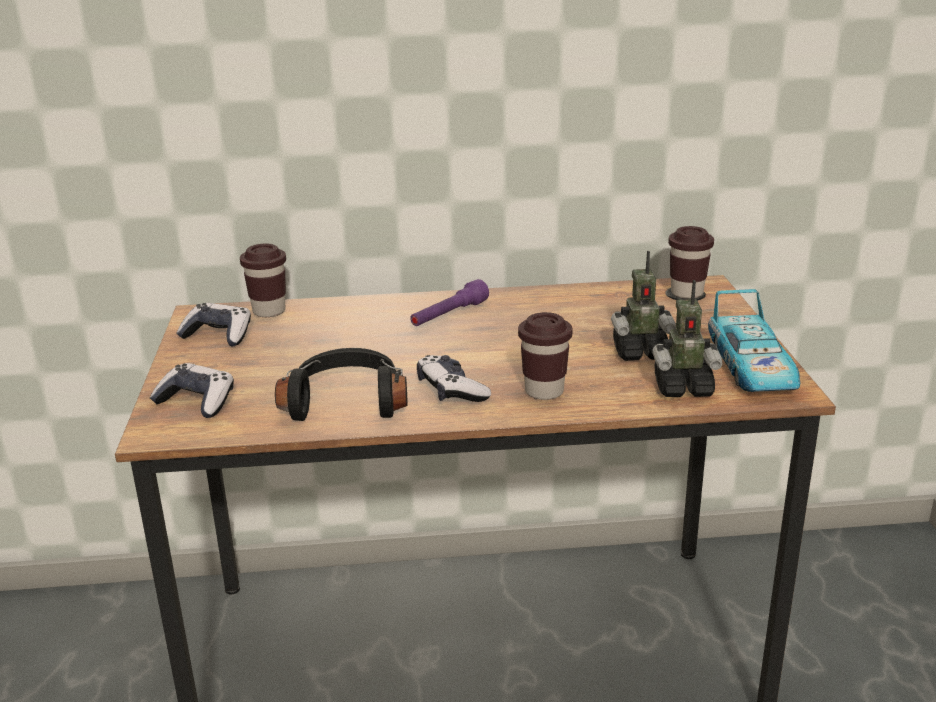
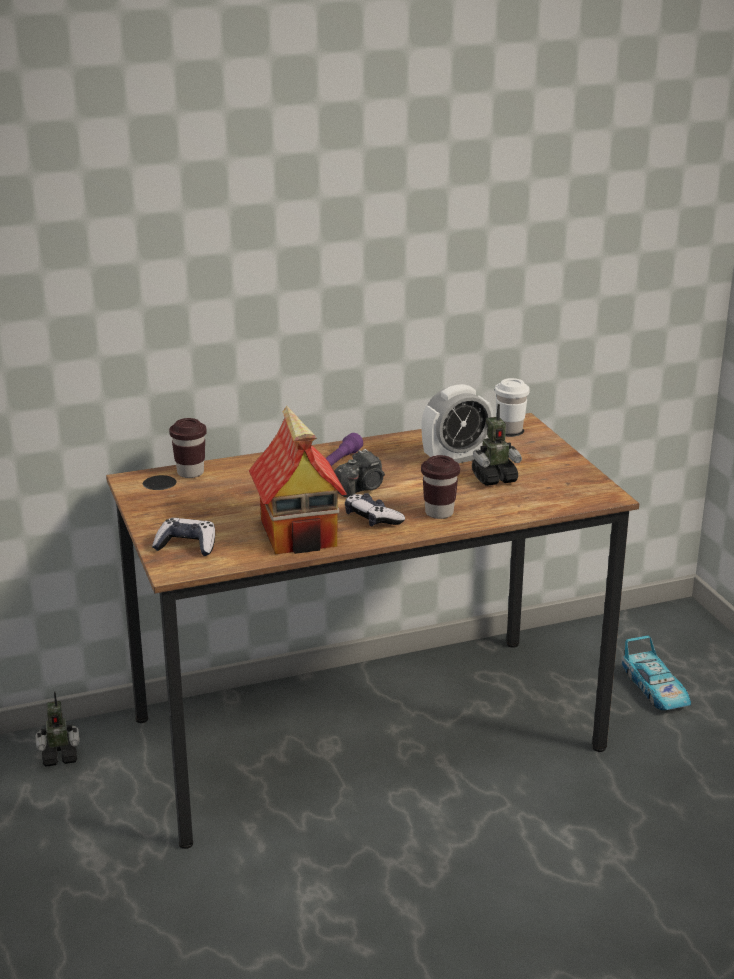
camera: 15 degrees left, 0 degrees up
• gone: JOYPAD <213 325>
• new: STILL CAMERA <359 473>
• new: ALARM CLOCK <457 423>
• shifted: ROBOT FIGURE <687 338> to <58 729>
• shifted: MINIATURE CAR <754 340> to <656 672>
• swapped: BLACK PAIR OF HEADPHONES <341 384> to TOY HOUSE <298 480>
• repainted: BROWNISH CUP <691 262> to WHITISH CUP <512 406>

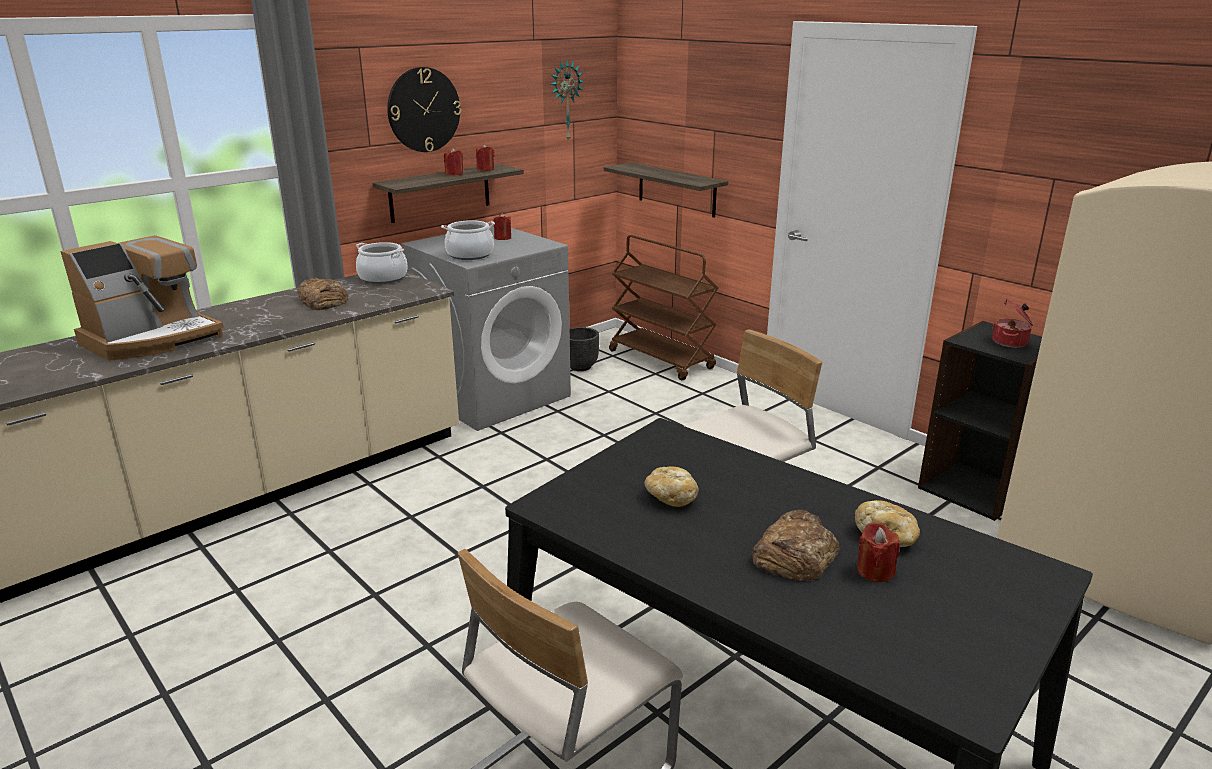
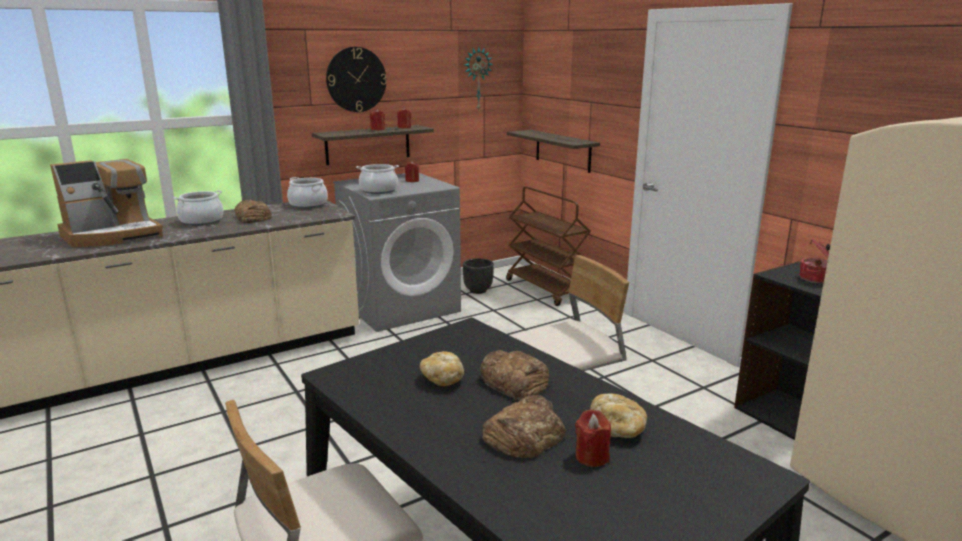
camera: 10 degrees right, 5 degrees down
• new: COOKING POT <198 208>
• new: BREAD <514 375>

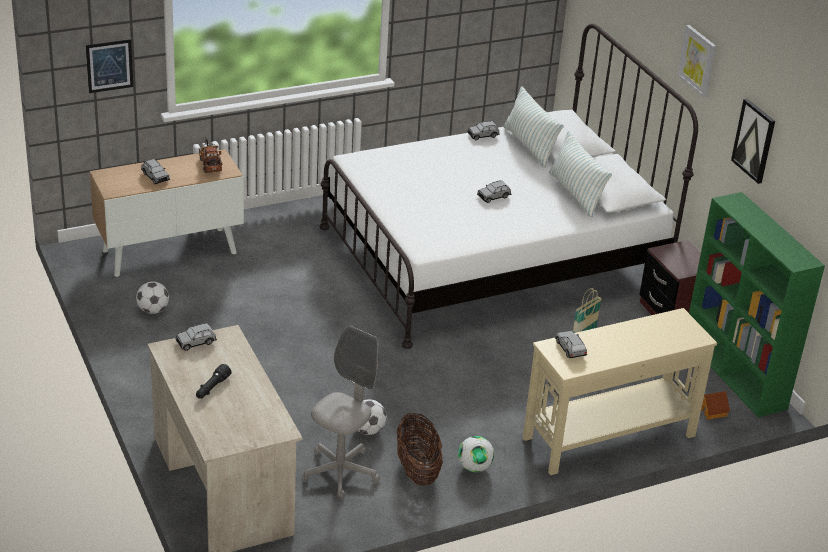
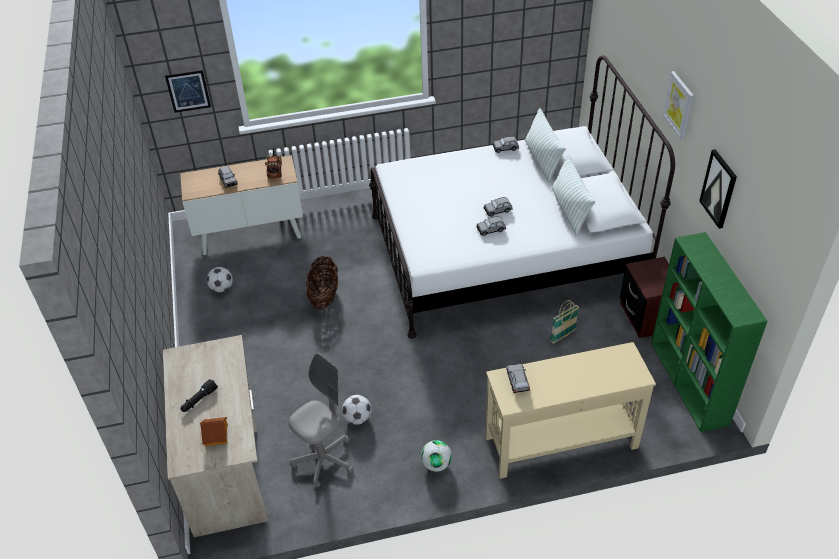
camera: 15 degrees right, 10 degrees up
• shifted: GREY MINIATURE CAR <196 337> to <491 226>
• shifted: HOUSEHOLD BASKET <420 448> to <322 282>
• shifted: TOY HOUSE <715 405> to <214 431>

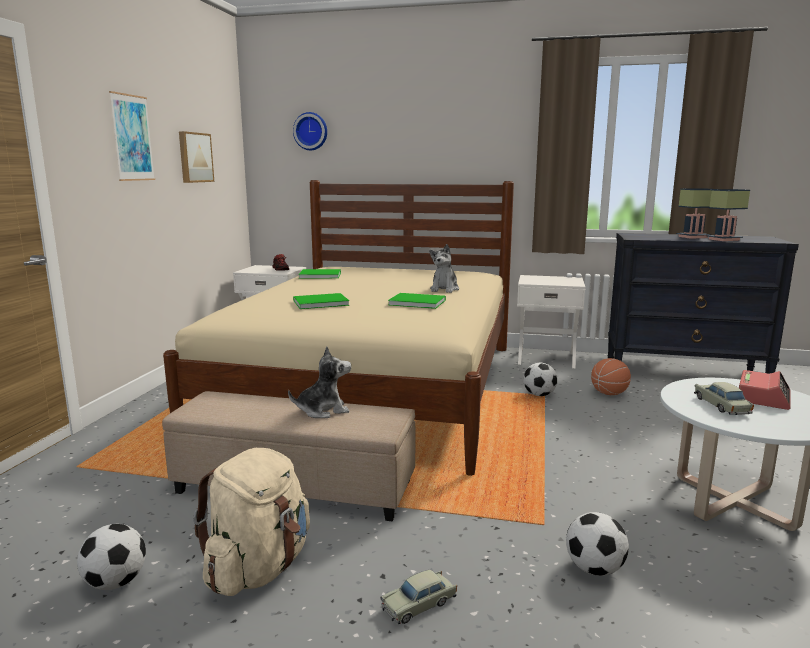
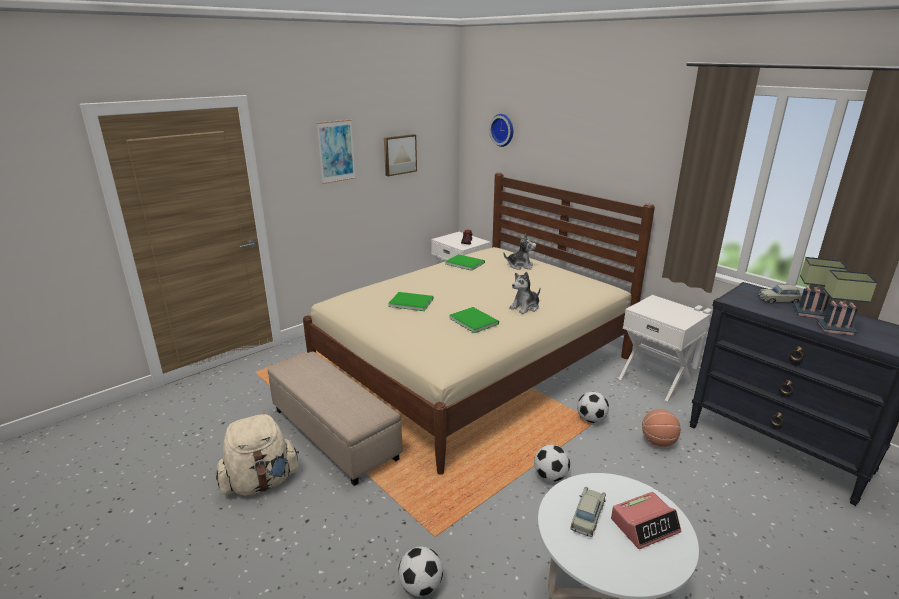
camera: 35 degrees right, 10 degrees up
• shifted: BALL FOR FOOTBALL <111 557> to <552 463>
• shifted: CUDDLY TOY <319 382> to <519 252>
• shifted: BEIGE-COLOURED MINIATURE CAR <418 597> to <780 294>

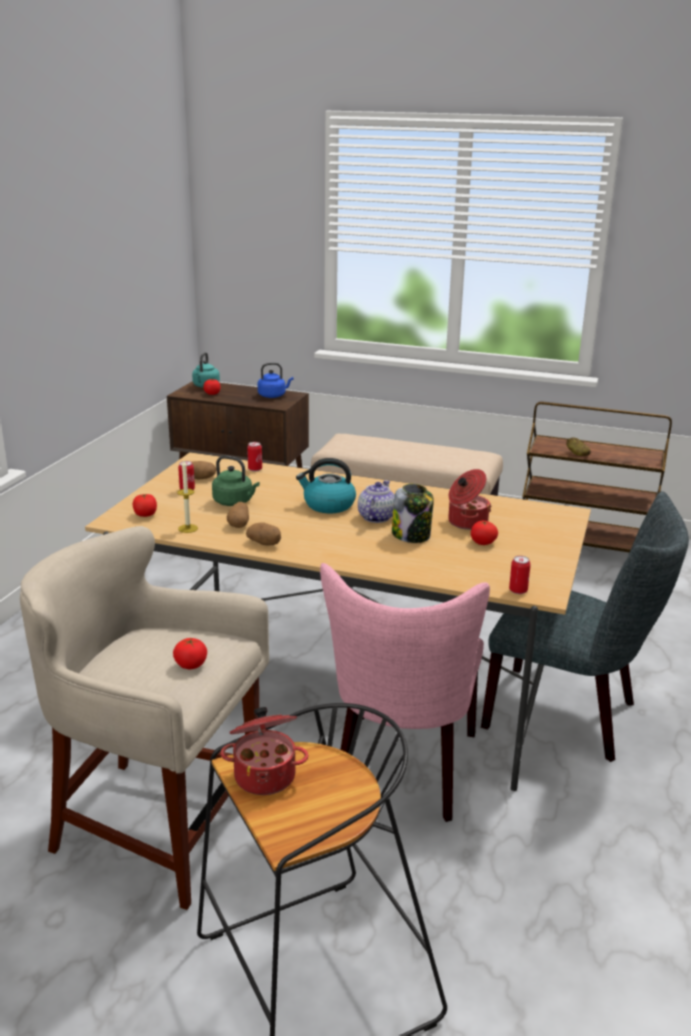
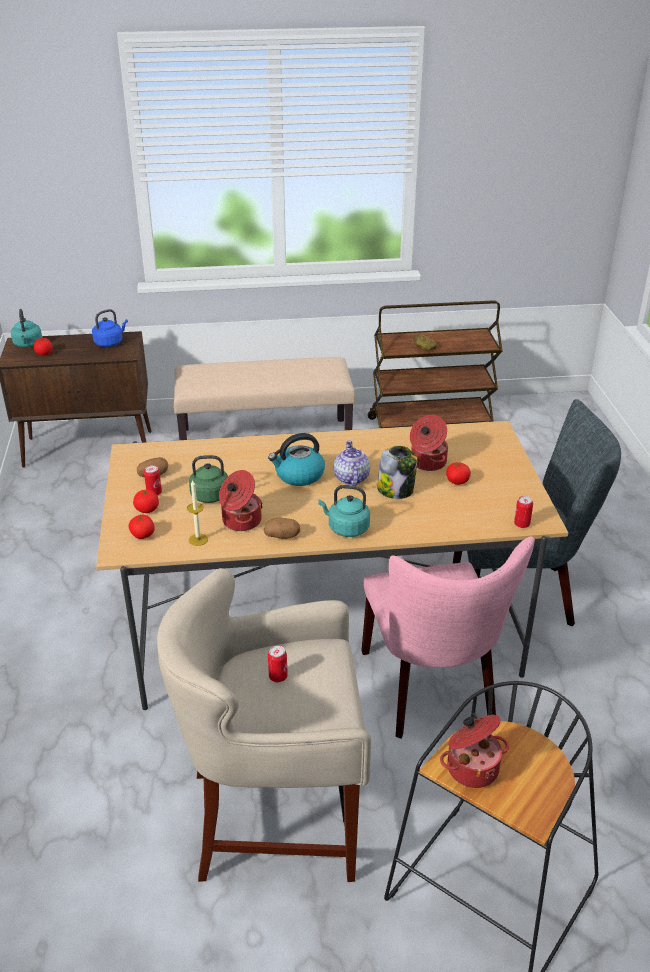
camera: 25 degrees left, 10 degrees up
• new: TURQUOISE TEA KETTLE <344 511>
• shifted: WHOLE TOMATO <190 653> to <146 501>
• shifted: SEALED CAN <254 456> to <278 663>
• swapped: POTATO <238 515> to COOKING POT <241 500>

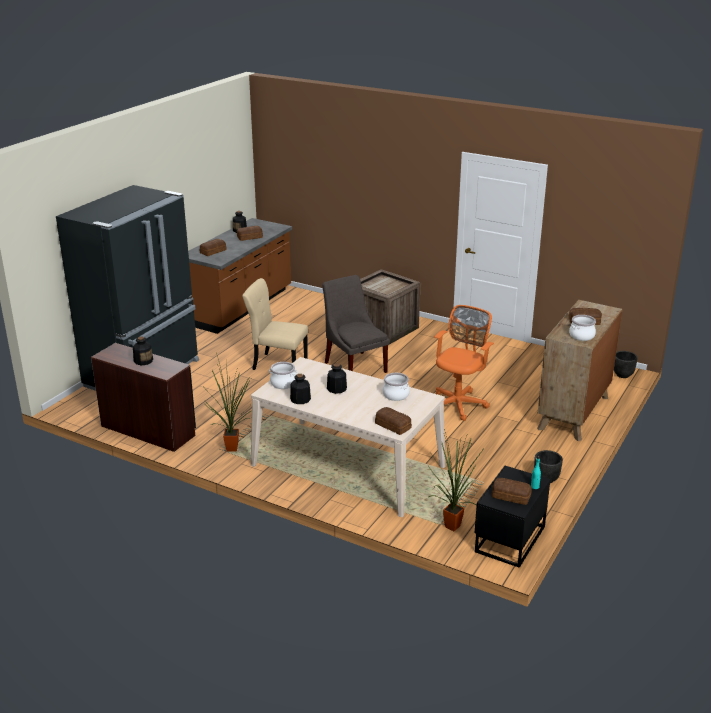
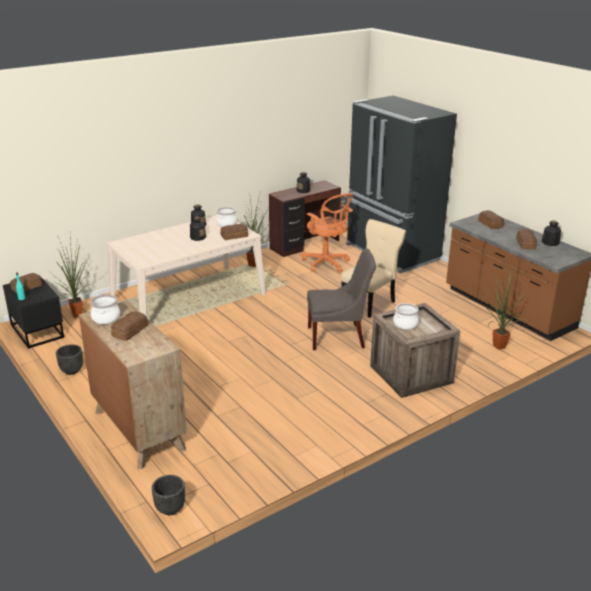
camera: 115 degrees right, 0 degrees up
• new: PLANT IN A POT <506 307>
• shifted: BREAD <393 421> to <234 232>
• shifted: COOKING POT <396 387> to <406 316>
• shifted: ORANGE COMPUTER CHAIR <464 363> to <327 232>

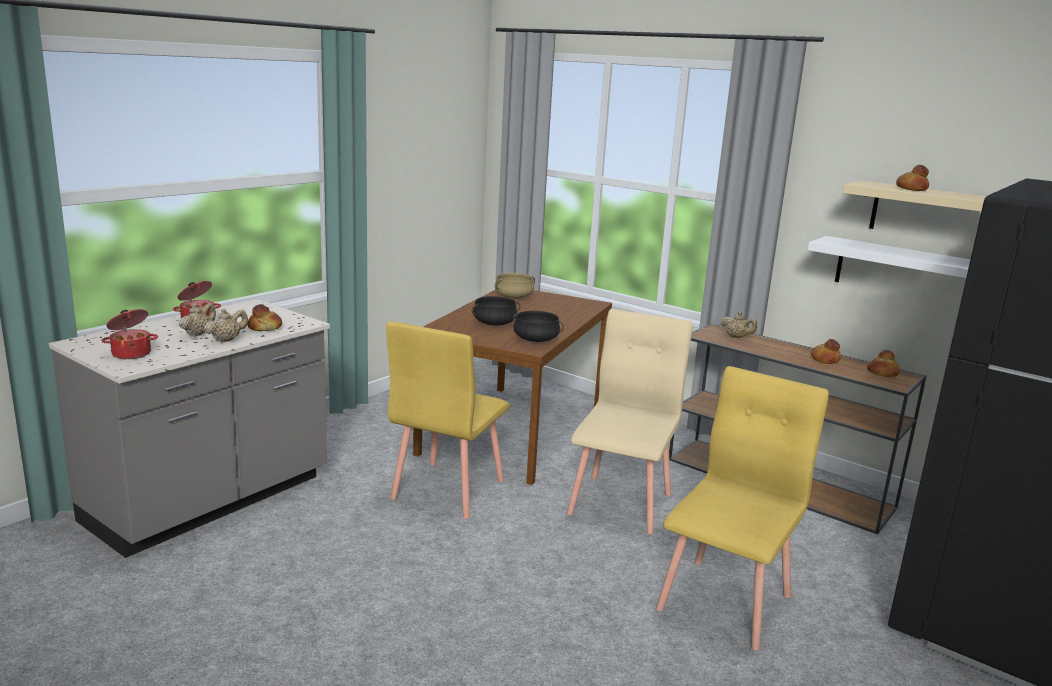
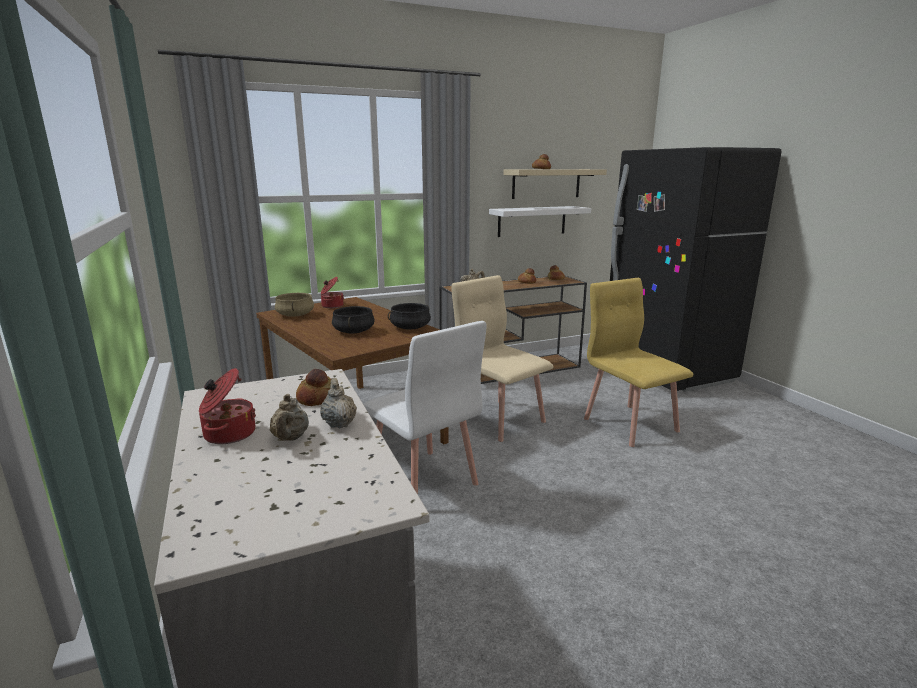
camera: 60 degrees left, 0 degrees up
• shifted: COOKING POT <129 334> to <332 292>
• repainted: YELLOWISH CHAIR <448 420> to WHITISH CHAIR <425 407>
• rotated: BEIGE-COLOURED POT FOR TEA <197 319> = <289 417> 150 degrees counterclockwise

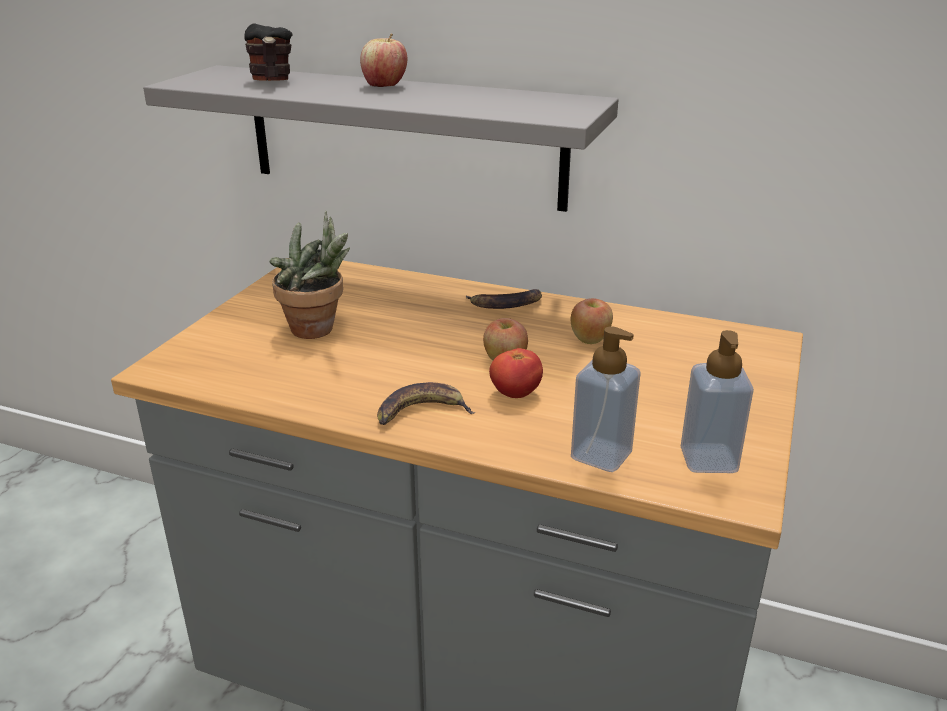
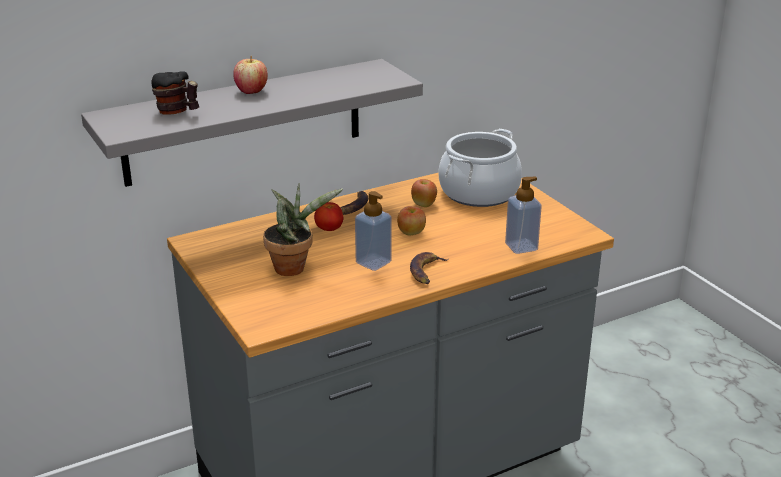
camera: 50 degrees left, 0 degrees up
• new: COOKING POT <480 168>
• shifted: WHOLE TOMATO <516 373> to <328 216>
• shifted: SOAP DISPENSER <717 401> to <373 231>

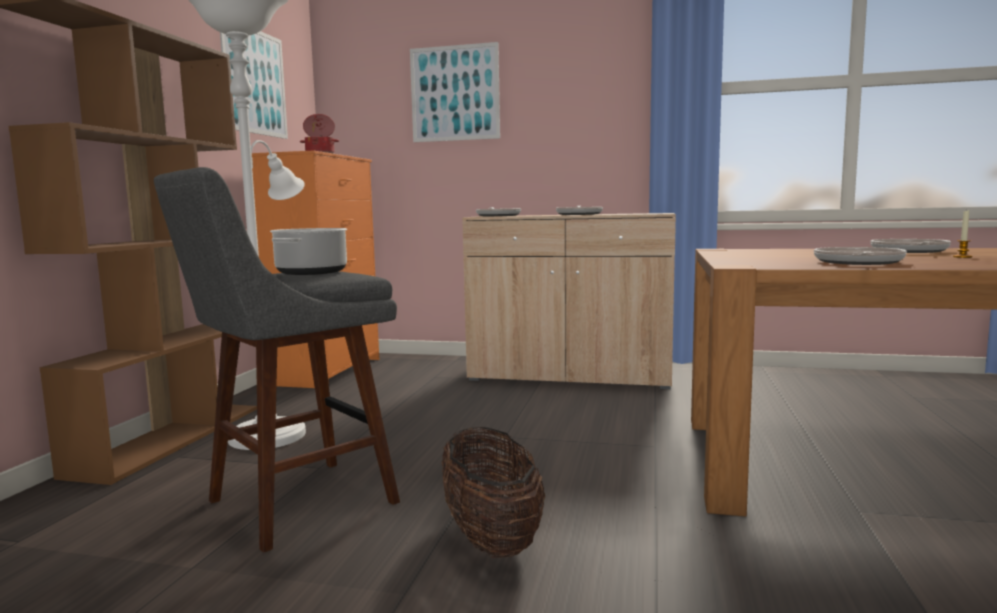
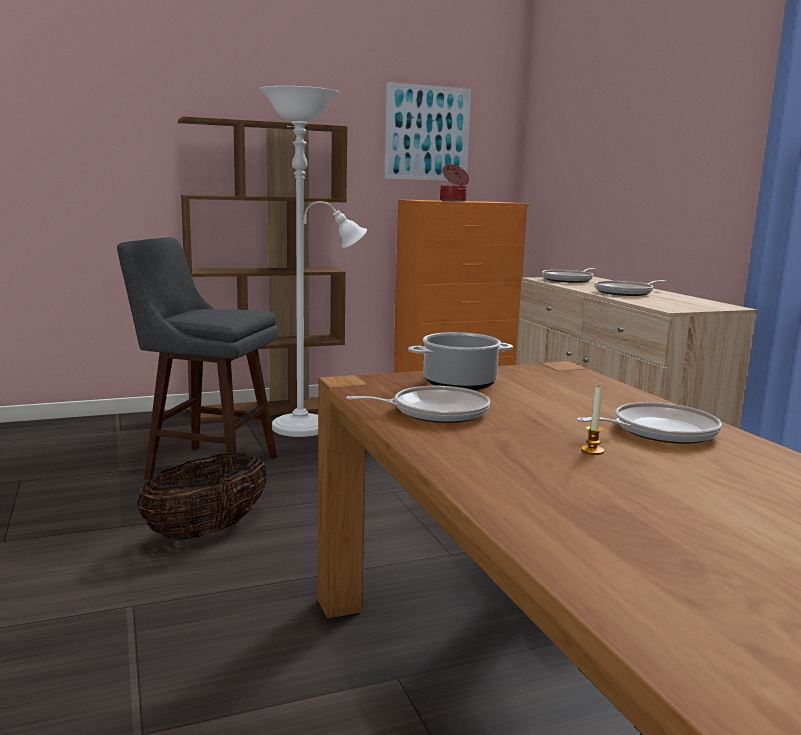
camera: 55 degrees right, 5 degrees up
• gone: PICTURE <455 92>
• shifted: COOKING POT <308 251> to <460 361>

